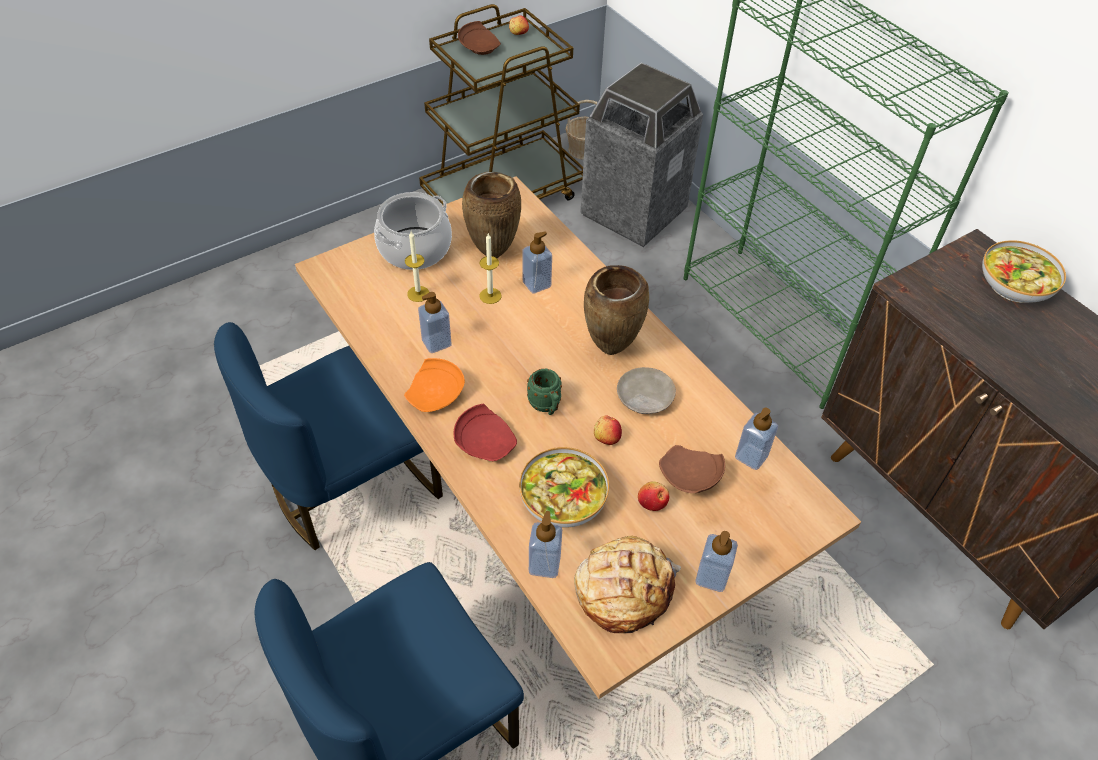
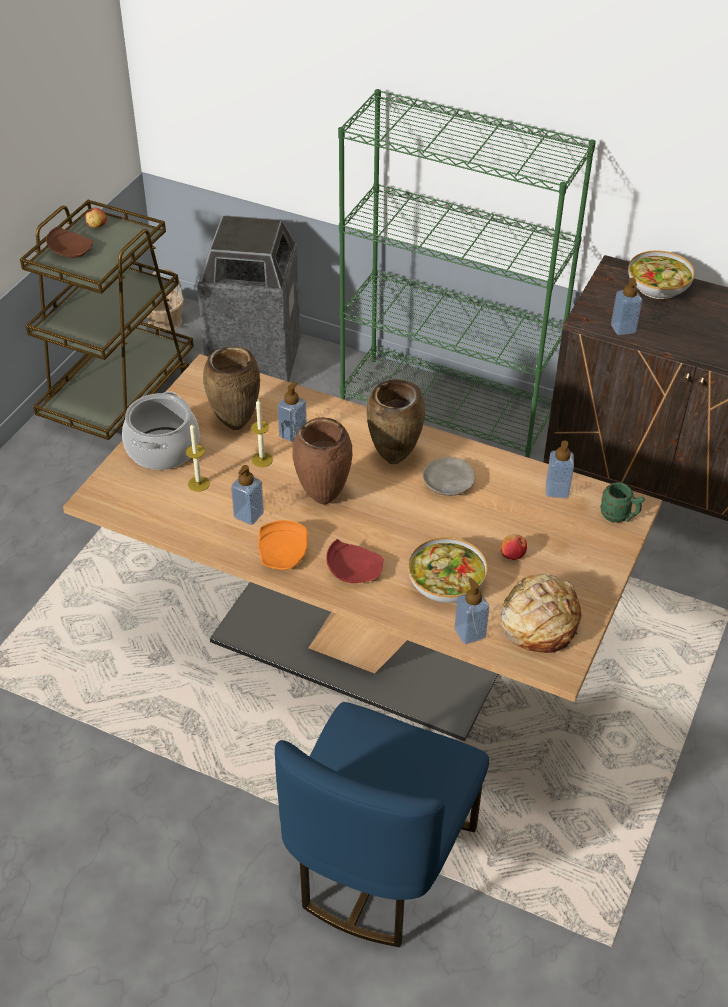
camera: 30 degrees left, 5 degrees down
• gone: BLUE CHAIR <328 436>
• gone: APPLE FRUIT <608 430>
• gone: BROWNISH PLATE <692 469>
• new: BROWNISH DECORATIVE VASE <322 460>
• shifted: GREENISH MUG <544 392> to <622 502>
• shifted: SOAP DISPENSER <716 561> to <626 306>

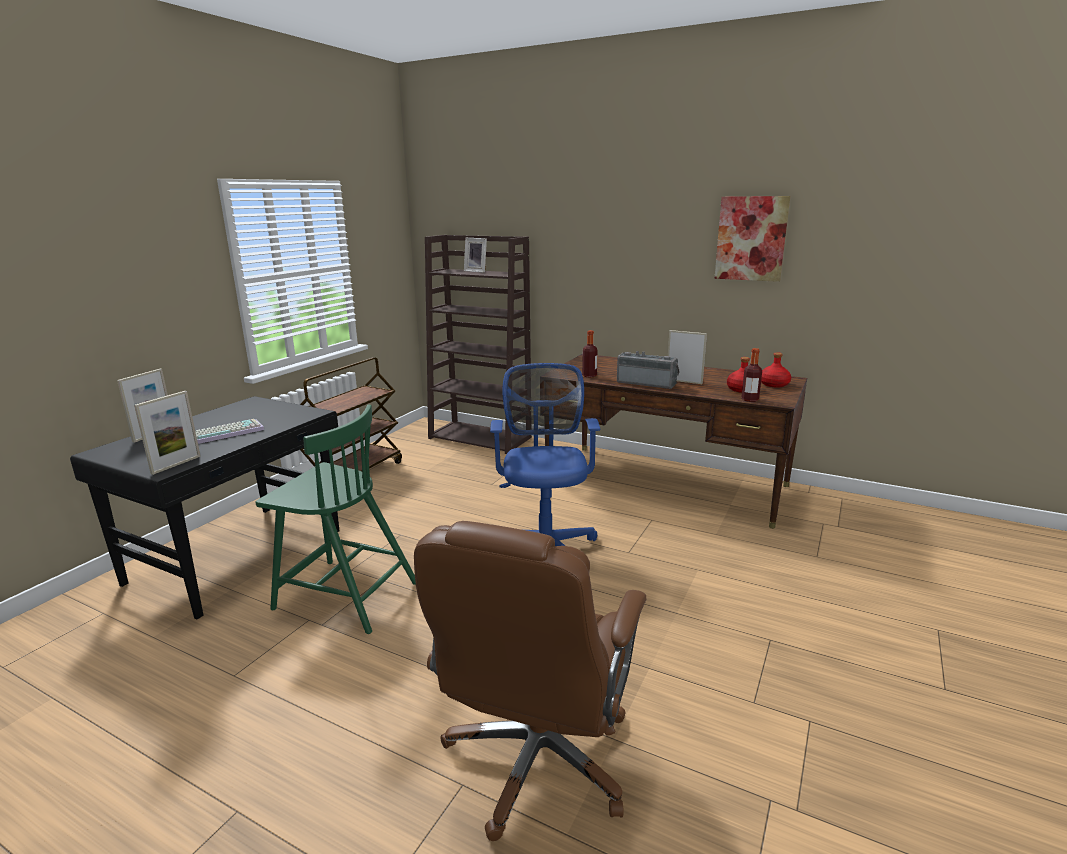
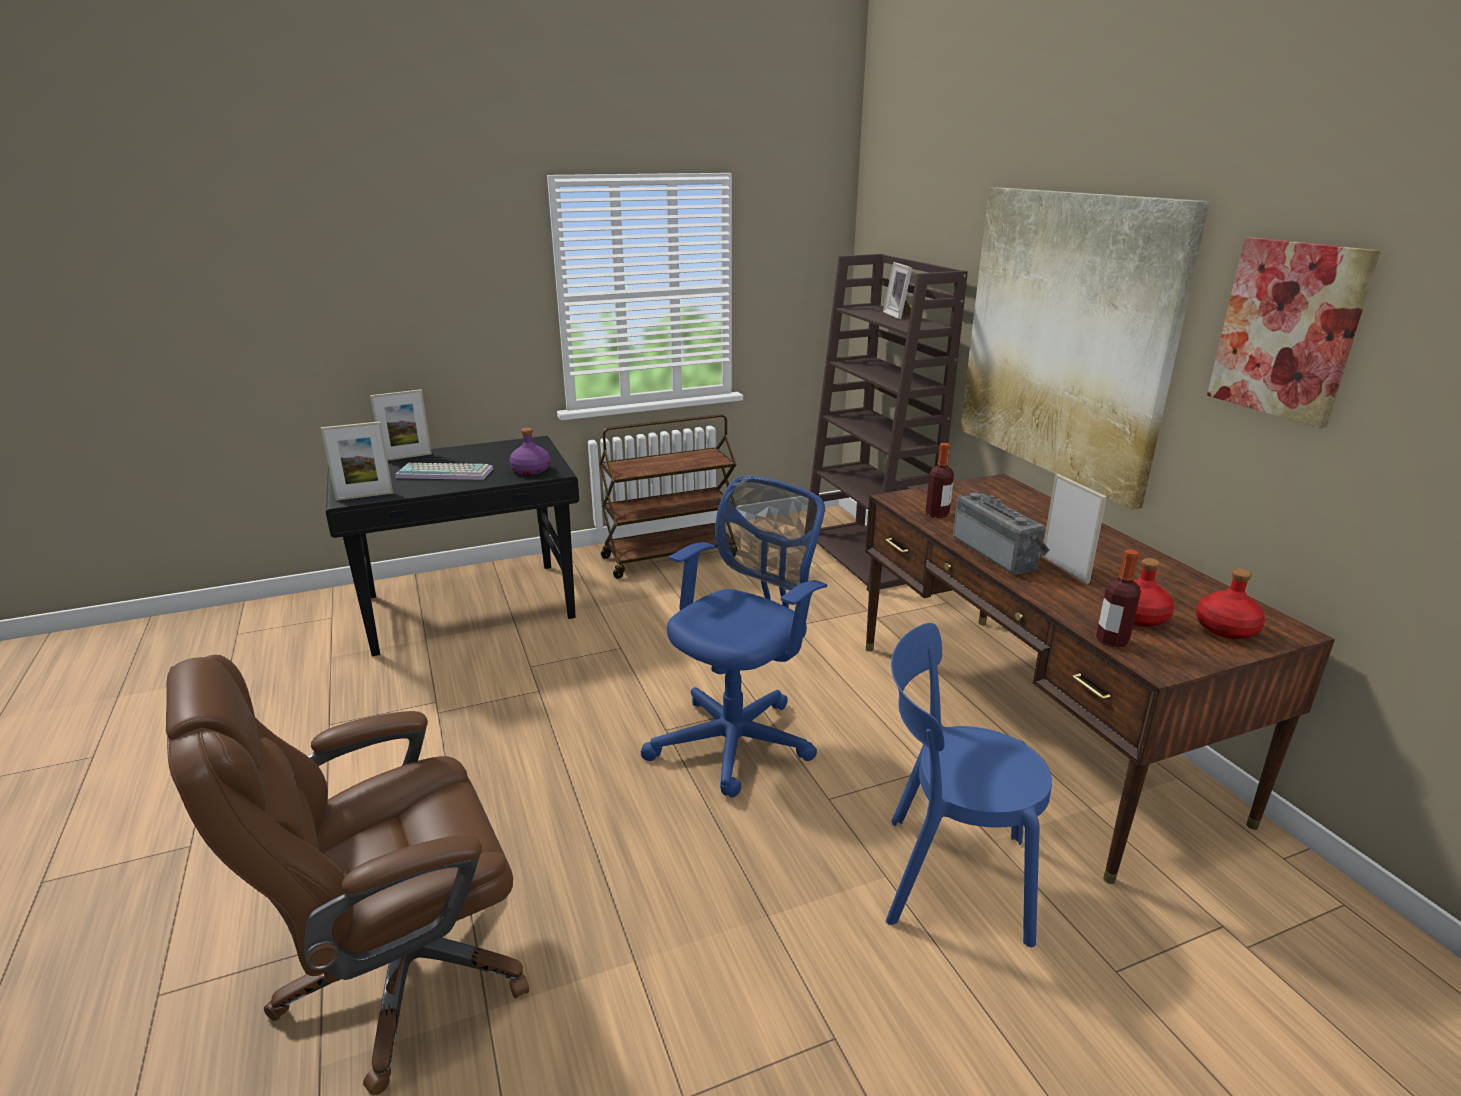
camera: 40 degrees right, 5 degrees up
• gone: GREENISH CHAIR <336 519>
• new: PURPLE-COLOURED BOTTLE <529 451>
• new: BLUE CHAIR <969 785>
• new: PICTURE <1085 348>

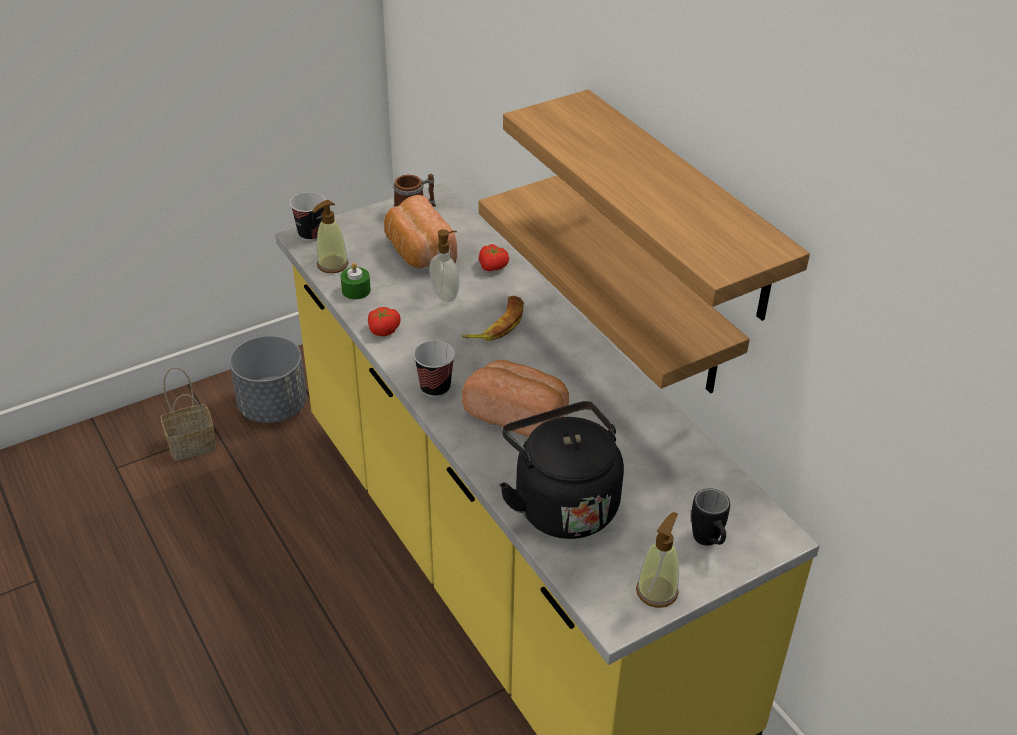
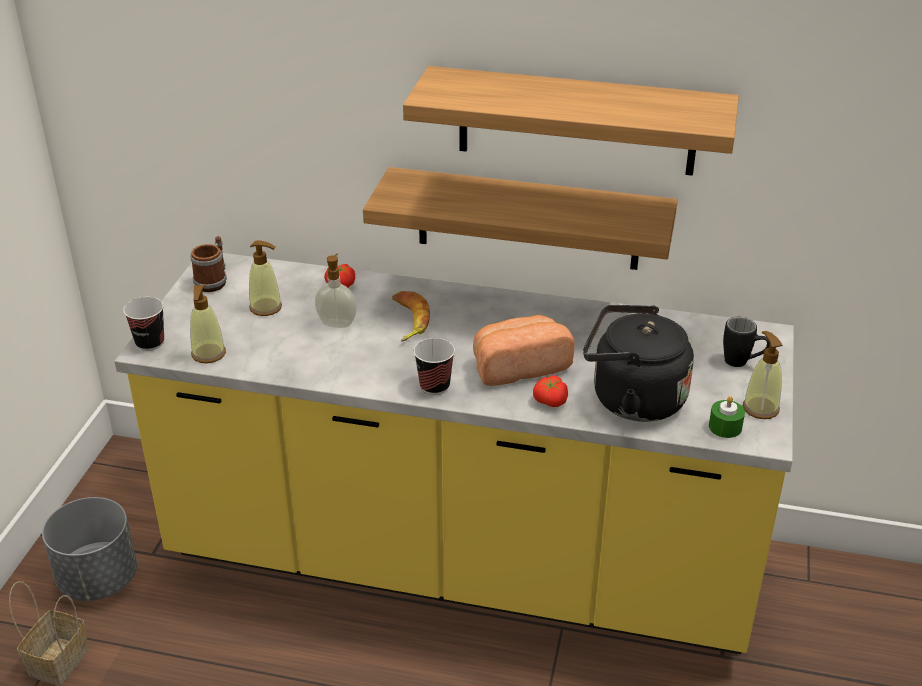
camera: 45 degrees left, 5 degrees down
• shifted: GREENISH WAX LIGHT <355 281> to <727 417>
• shifted: WHOLE TOMATO <384 321> to <550 391>
• swapped: BREAD <420 232> to SOAP DISPENSER <265 278>

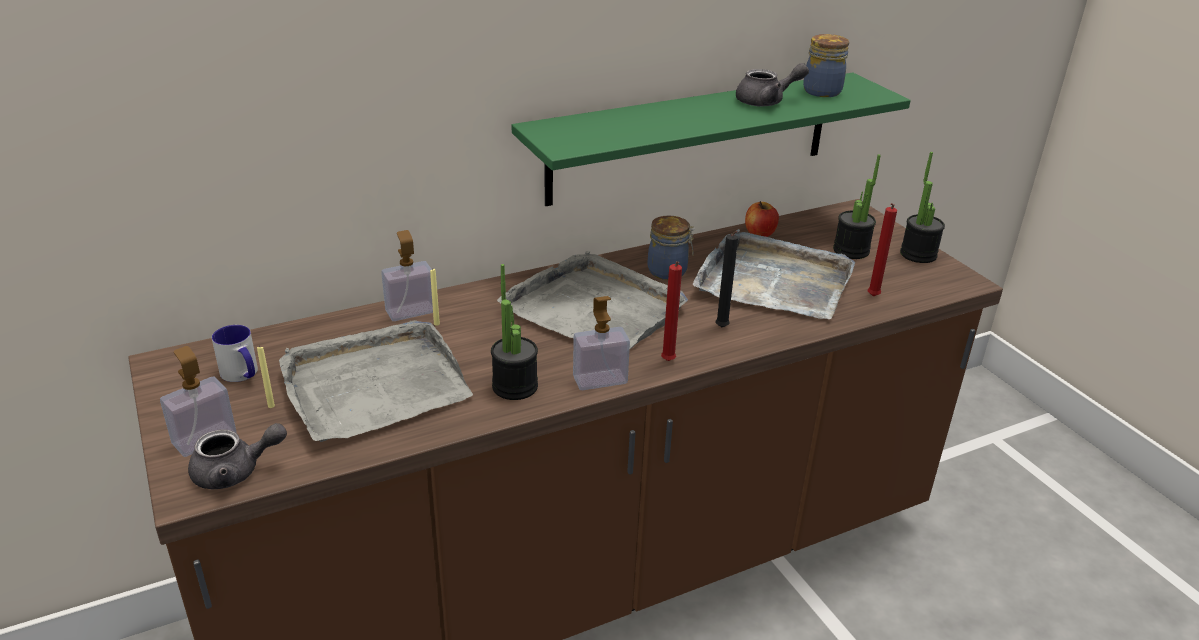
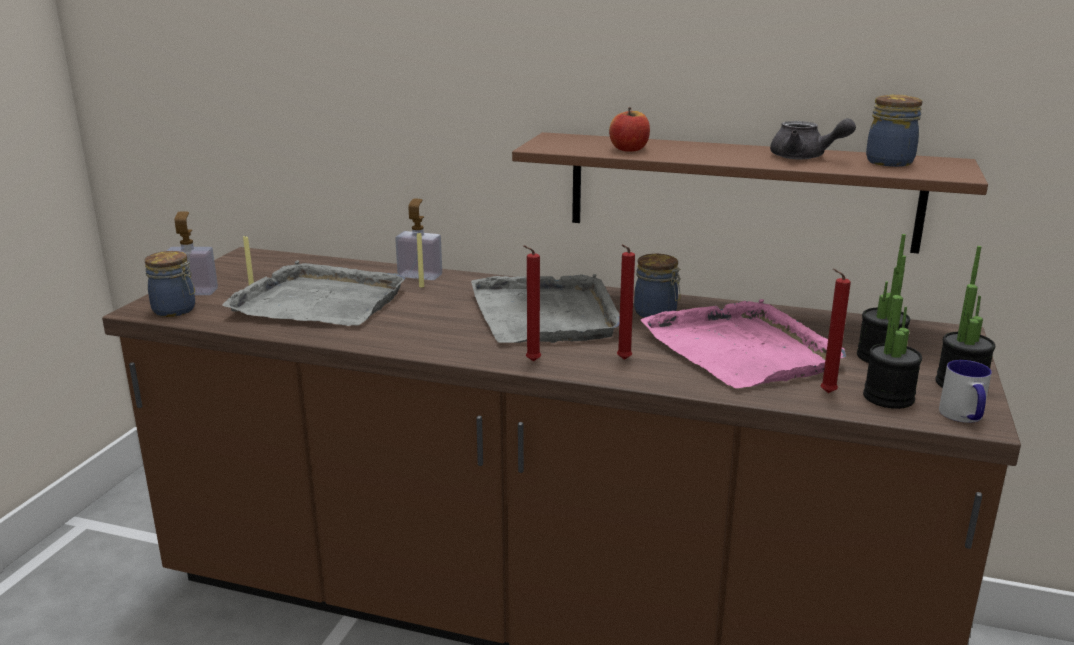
camera: 45 degrees right, 10 degrees down
• gone: SOAP DISPENSER <601 343>
• shifted: MUG <235 353> to <965 391>
• shifted: PLANT IN A POT <514 332> to <892 332>
• shifted: APPLE FRUIT <762 219> to <629 129>
• swapped: GREY POT FOR TEA <237 456> to JAR <169 284>
• repainted: GREENISH WALL SHELF <711 139> to BROWNISH WALL SHELF <750 193>
• repainted: GREY CARRYING TRAY <774 274> to PINK CARRYING TRAY <743 343>
• repainted: BLACK WAX LIGHT <727 279> to REDDISH WAX LIGHT <626 302>

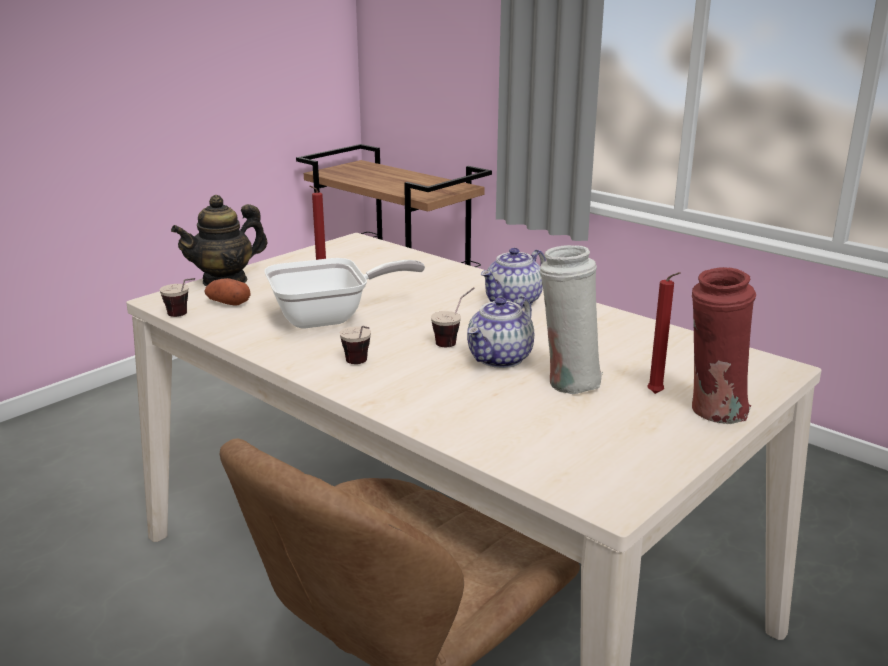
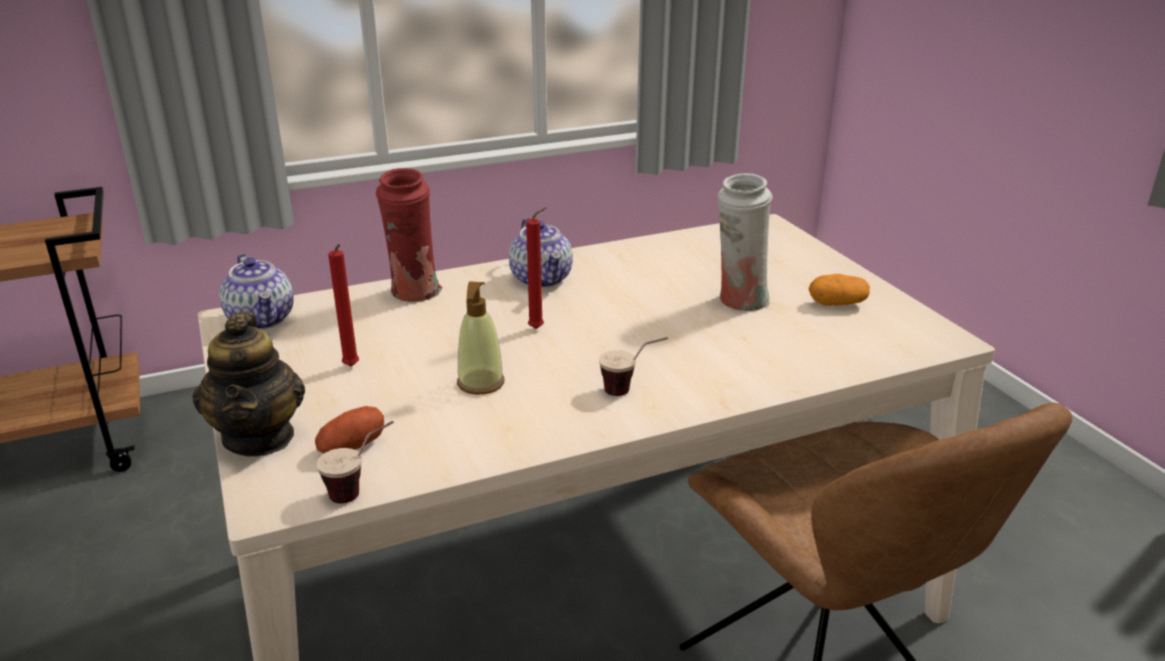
camera: 65 degrees left, 5 degrees up
• gone: CUP <453 317>
• new: POTATO <839 290>
• shifted: POT FOR TEA <500 332> to <256 292>
• shifted: REDDISH WAX LIGHT <664 333> to <536 268>
• shifted: REDDISH DECORATIVE VASE <724 345> to <409 235>
• swapped: SKILLET <344 293> to SOAP DISPENSER <480 338>

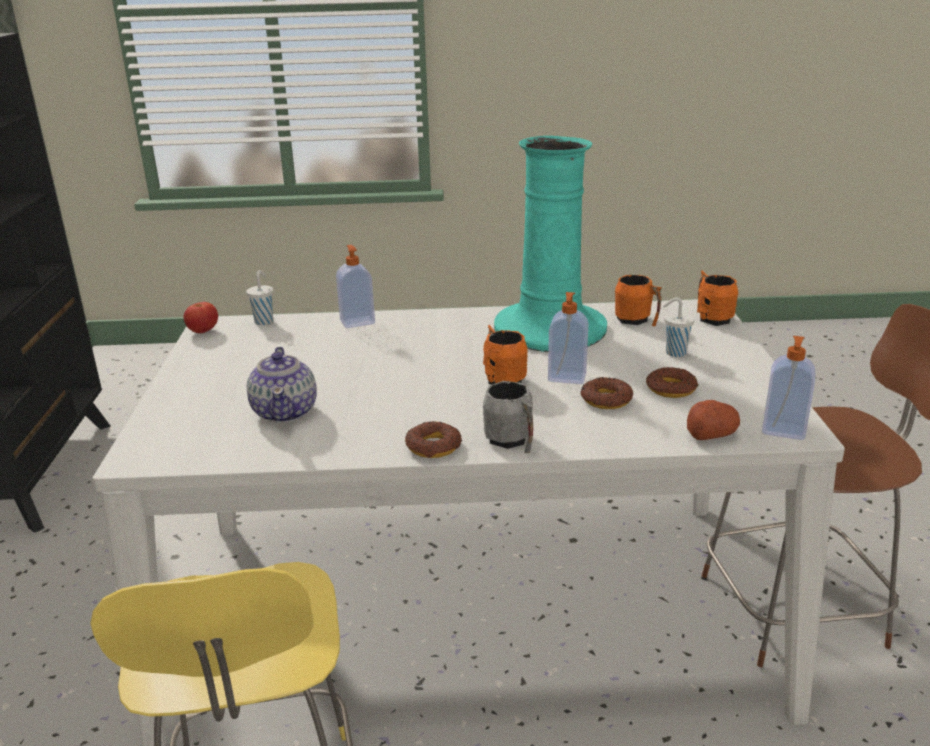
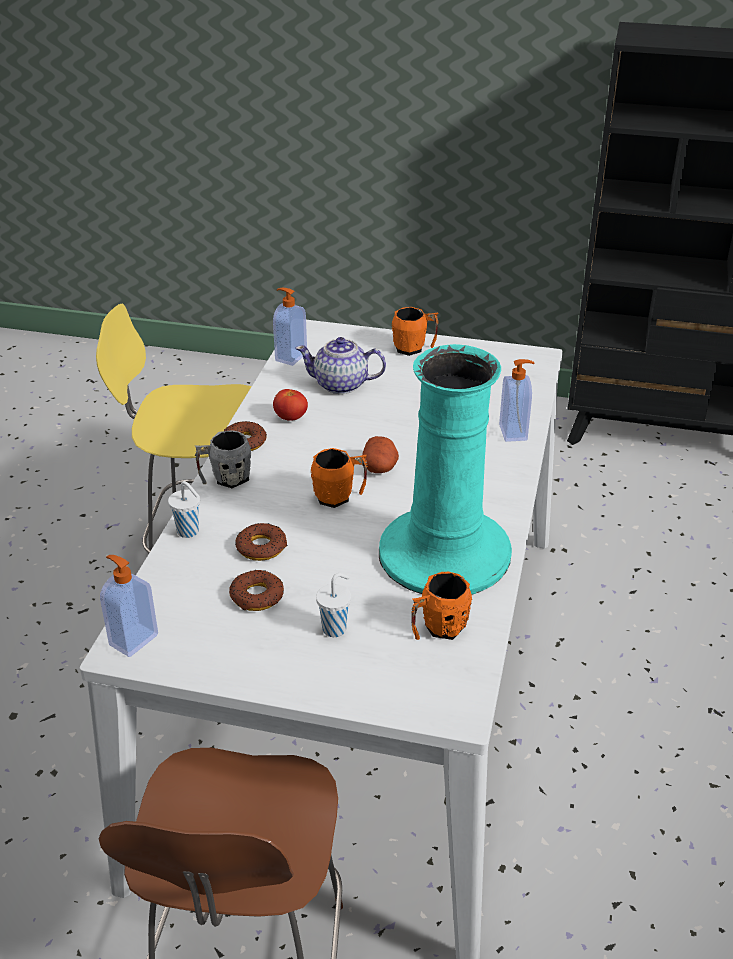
camera: 105 degrees right, 10 degrees up
• shifted: WHOLE TOMATO <201 317> to <290 405>
• shifted: WHITISH CUP <259 297> to <184 509>
• shifted: SOAP DISPENSER <568 338> to <290 327>
• shifted: POTATO <713 420> to <380 454>
• shifted: ORANGE MUG <717 298> to <415 331>

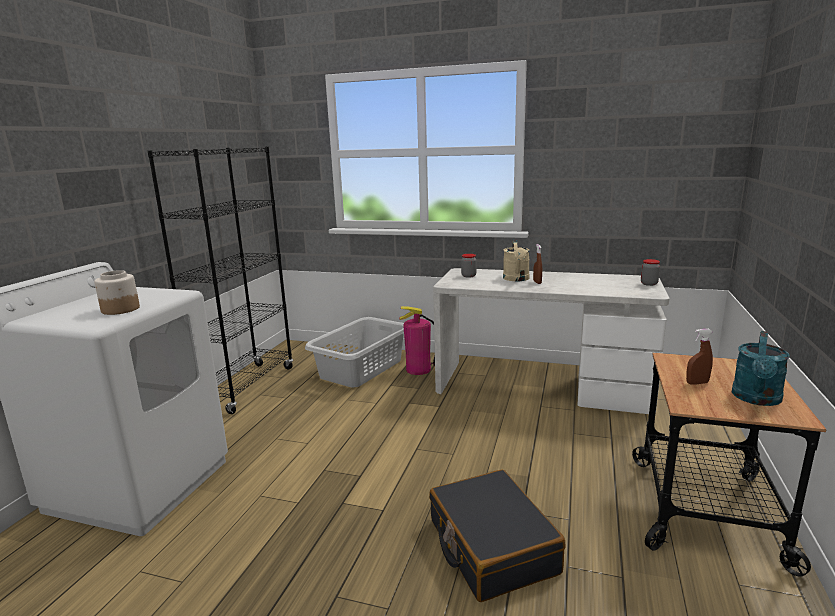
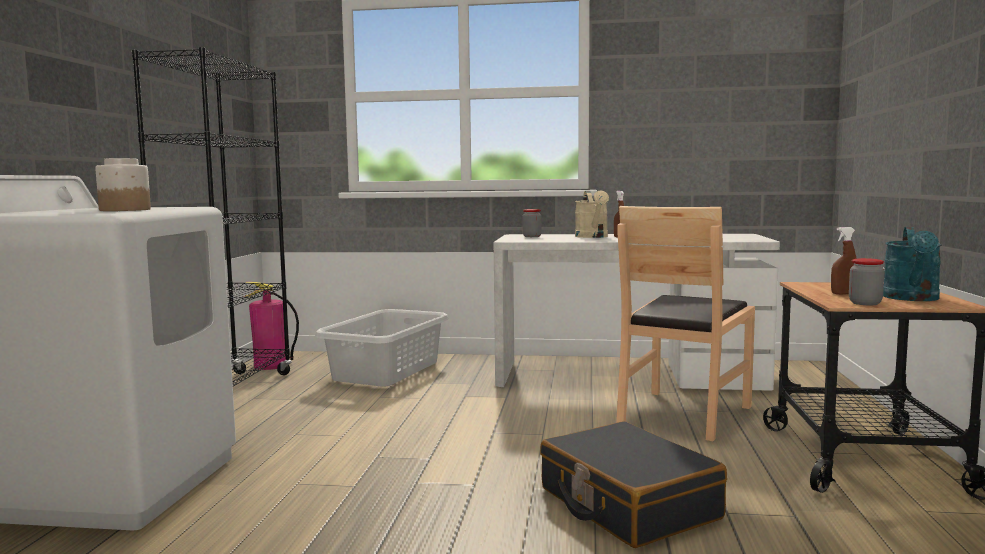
camera: 10 degrees left, 10 degrees down
• new: BROWNISH CHAIR <685 323>
• shifted: EXTINGUISHER <417 340> to <271 326>
• shifted: JAR <650 272> to <866 281>

